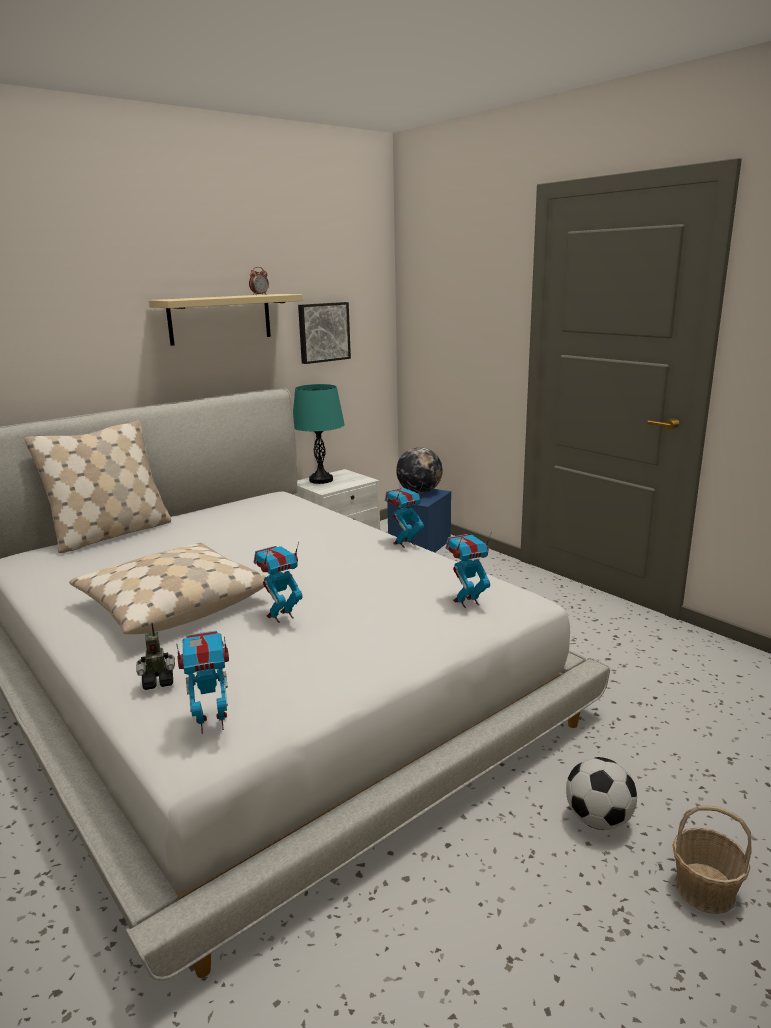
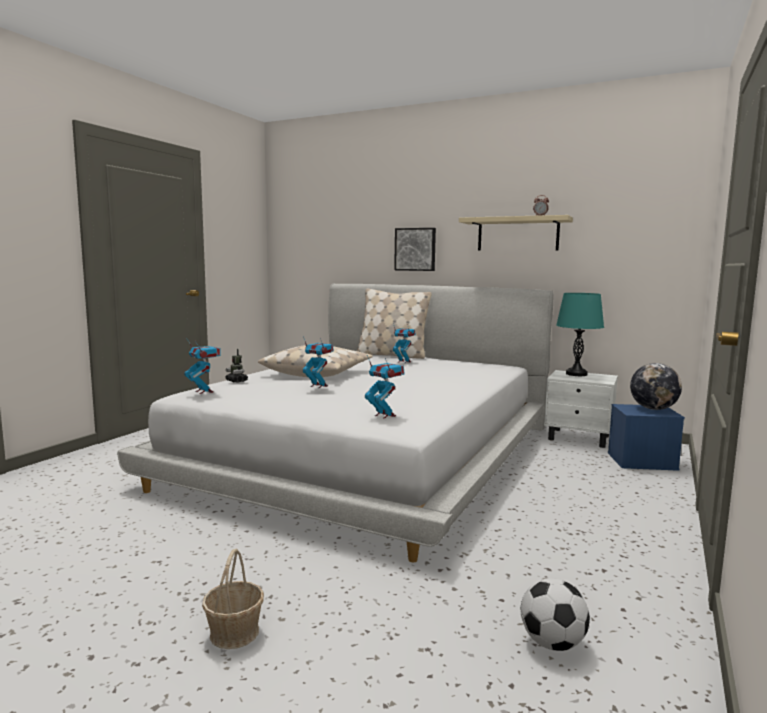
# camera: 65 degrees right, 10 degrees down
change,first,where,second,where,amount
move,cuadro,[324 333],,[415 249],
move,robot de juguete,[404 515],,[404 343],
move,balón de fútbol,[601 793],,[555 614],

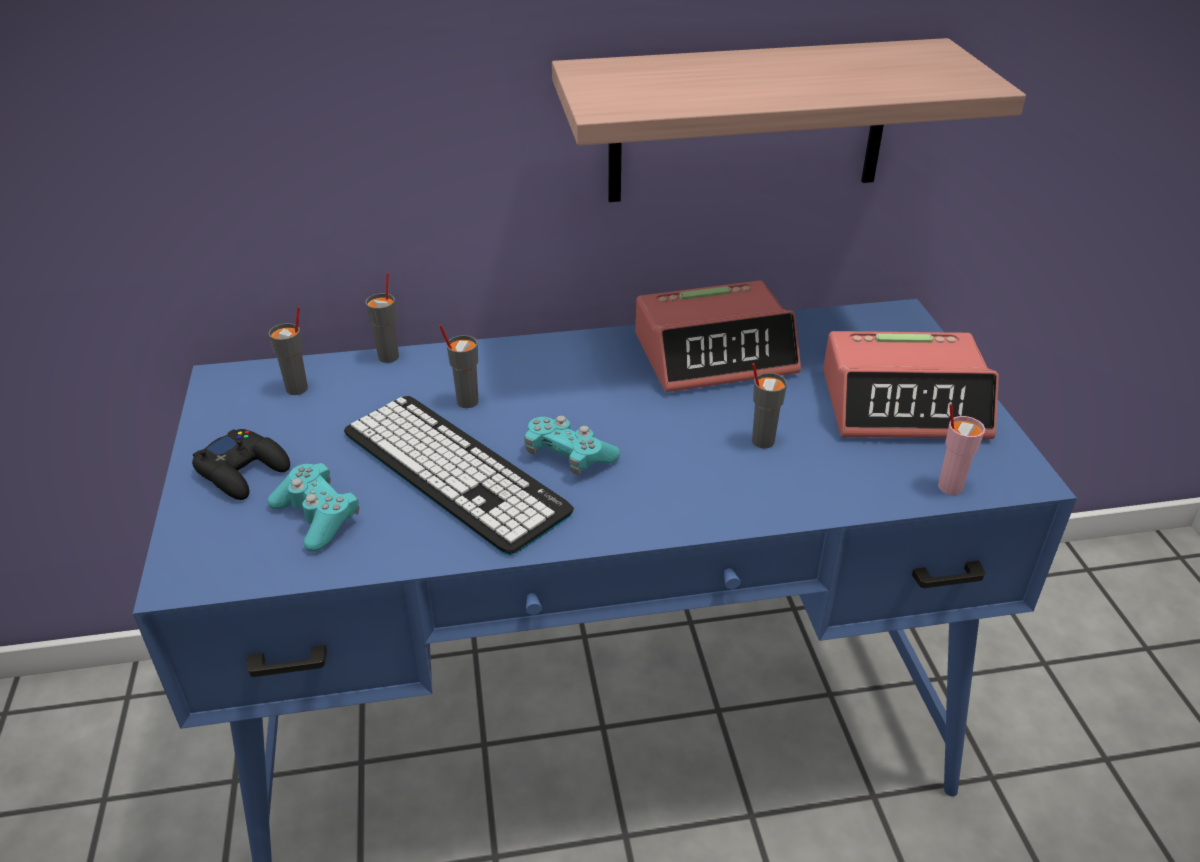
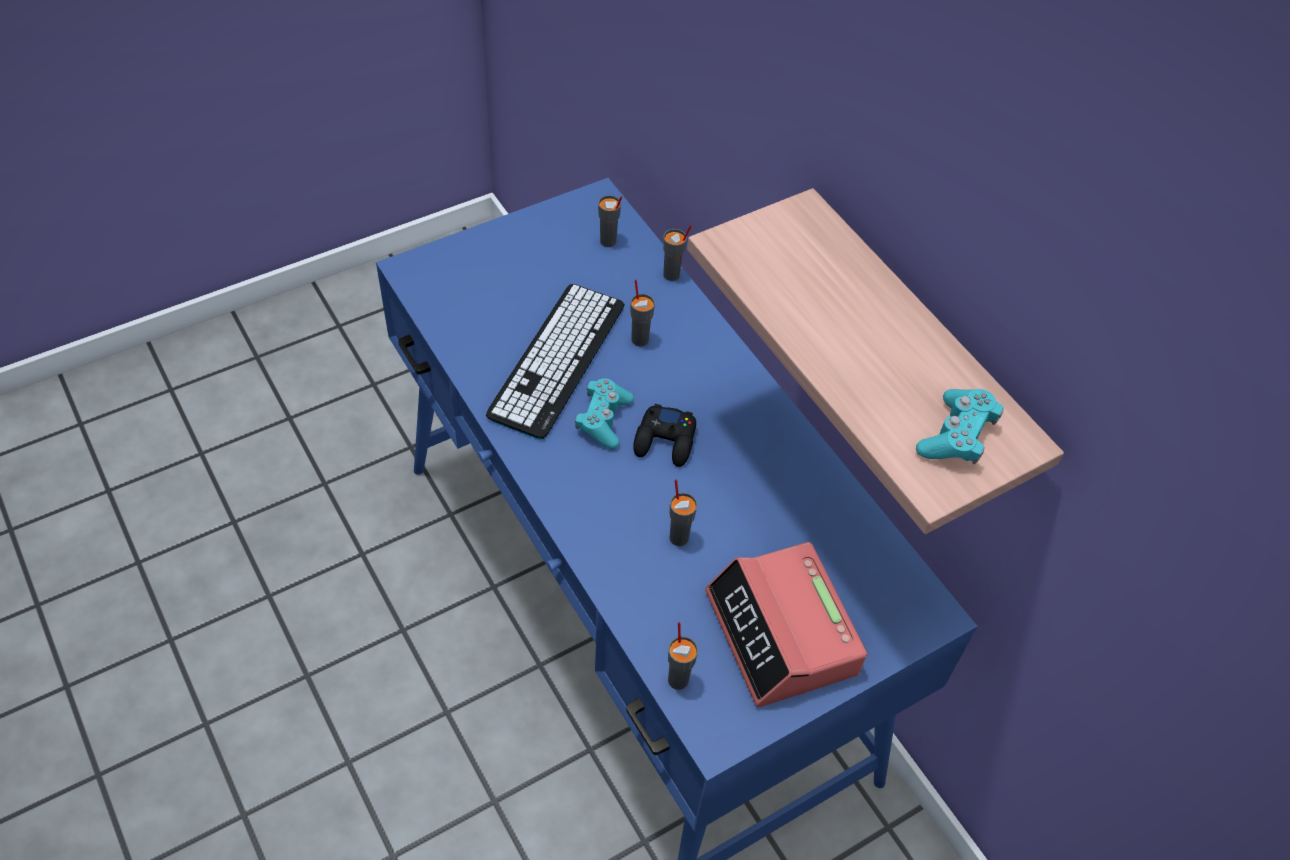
# camera: 65 degrees right, 15 degrees up
change,first,where,second,where,amount
delete,despertador,[718 336],,,
move,mando de consola (negro),[241 464],,[664 435],
move,mando de consola (turquesa),[313 507],,[960 426],
recolor,taza (rosa),[961 449],taza (gris),[683 656],

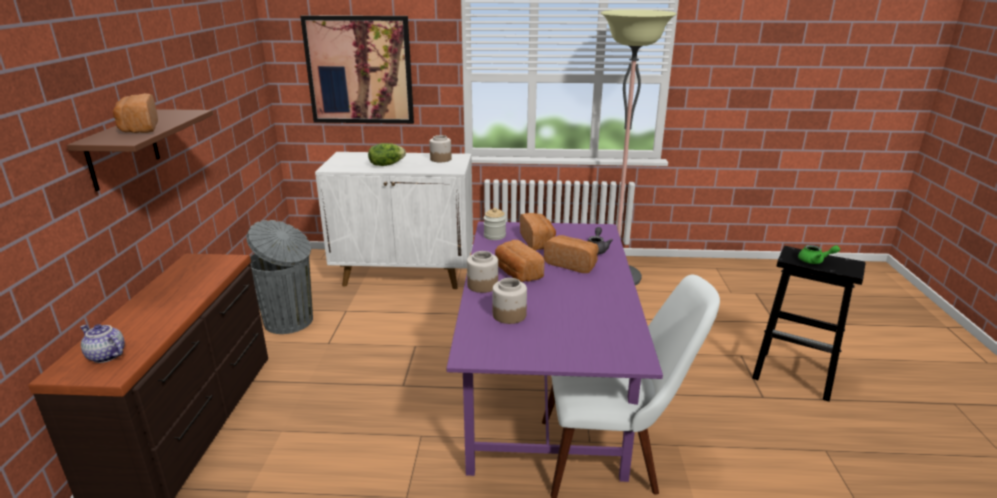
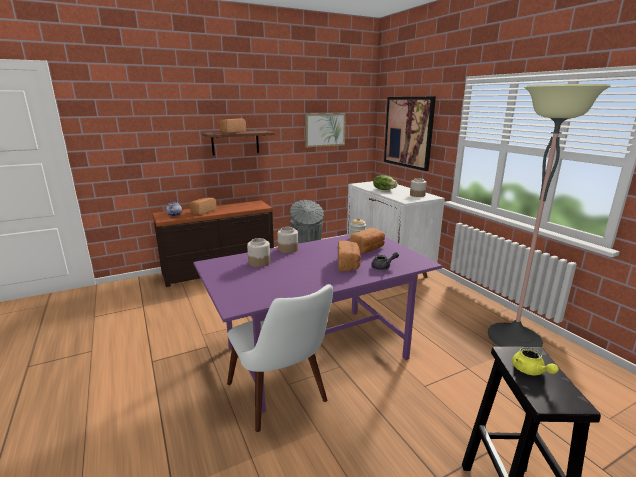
# camera: 60 degrees right, 5 degrees down
change,first,where,second,where,amount
insert,,,cuadro,[325 130],
move,pan,[520 261],,[203 206],
recolor,tetera (verde),[819 254],tetera (amarillo),[535 361],

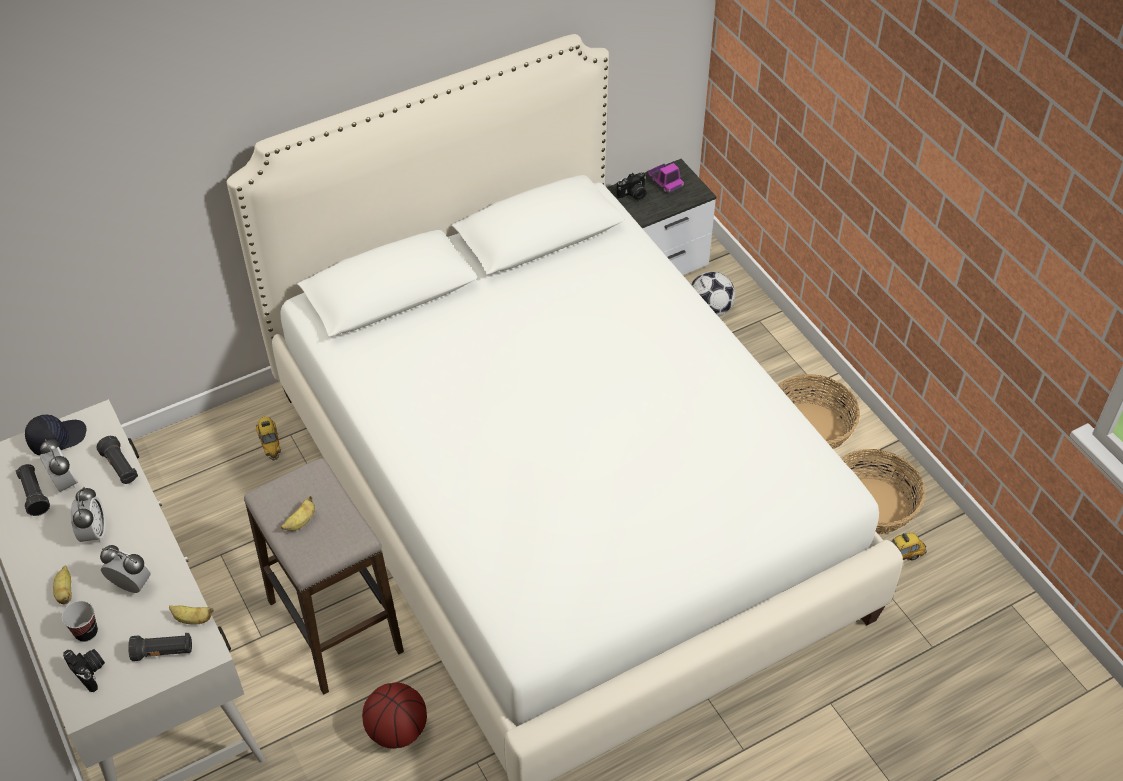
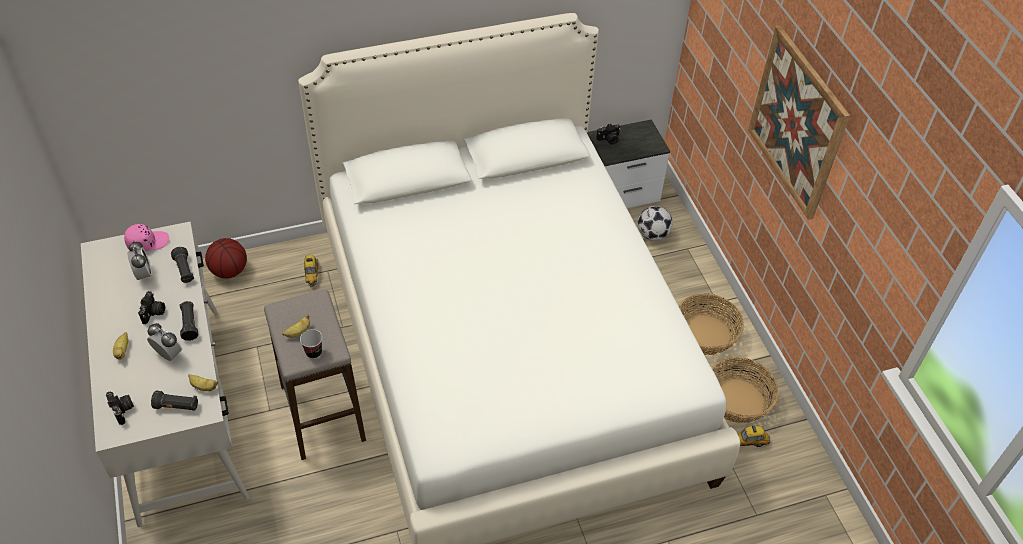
# camera: 10 degrees right, 0 degrees up
change,first,where,second,where,amount
delete,camión de juguete,[666 178],,,
insert,,,cuadro,[799 122],
move,linterna (negro),[32 490],,[188 321],
move,taza,[80 621],,[311 344],
move,balón de baloncesto,[394 715],,[226 258],
replace,despertador,[88 515],cámara,[151 307],
recolor,gorra (negro),[56 435],gorra (rosa),[146 238],

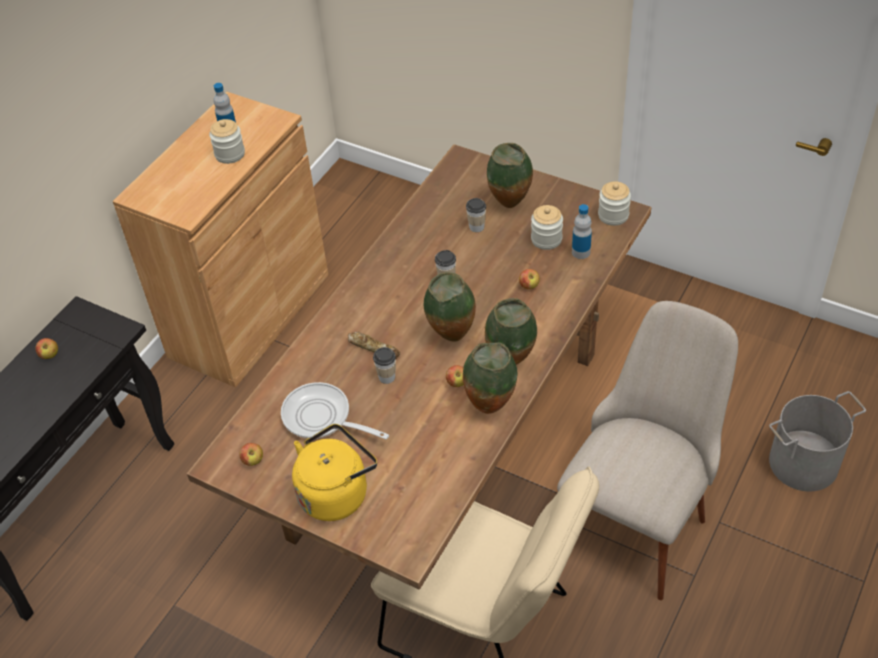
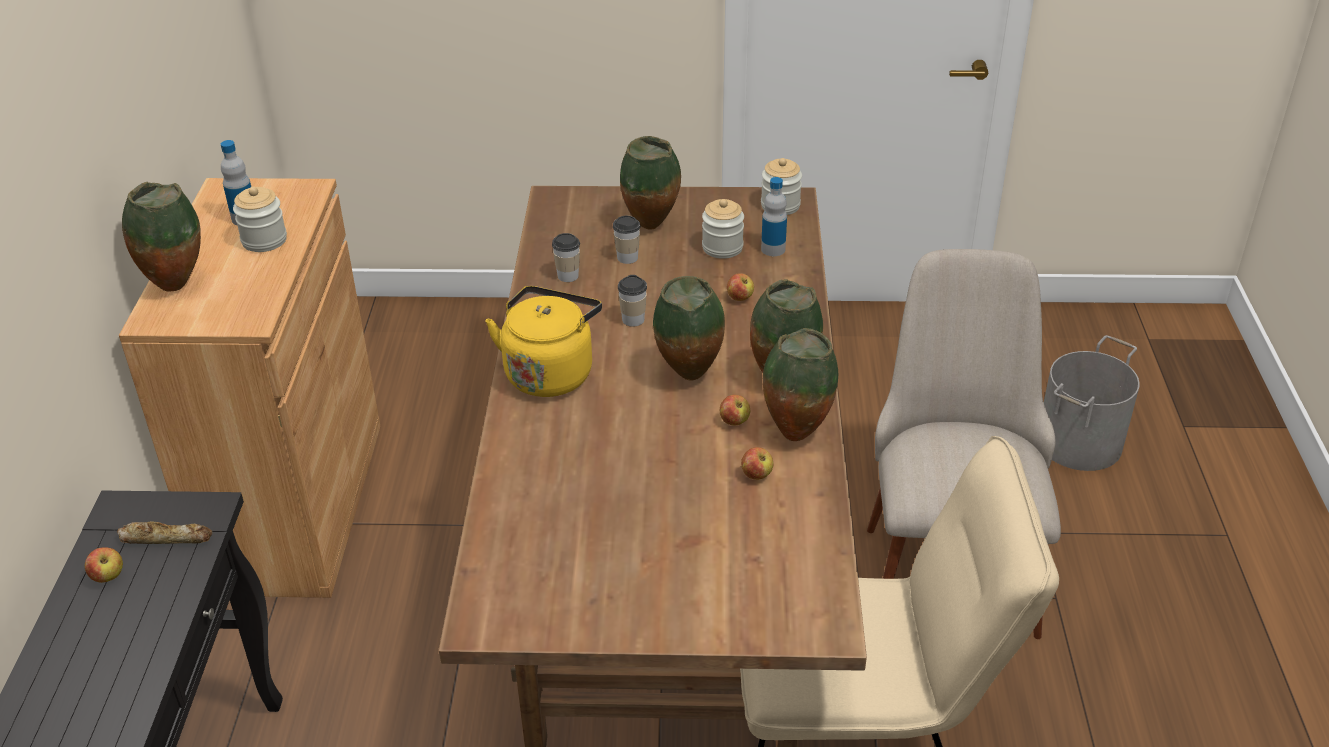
# camera: 30 degrees left, 10 degrees down
change,first,where,second,where,amount
delete,sartén,[335 410],,,
insert,,,florero,[161 237],
move,manzana,[251 454],,[757 463],
move,hervidor (amarillo),[334 472],,[543 341],
move,pan,[374 345],,[165 532],
move,taza,[384 365],,[566 257],

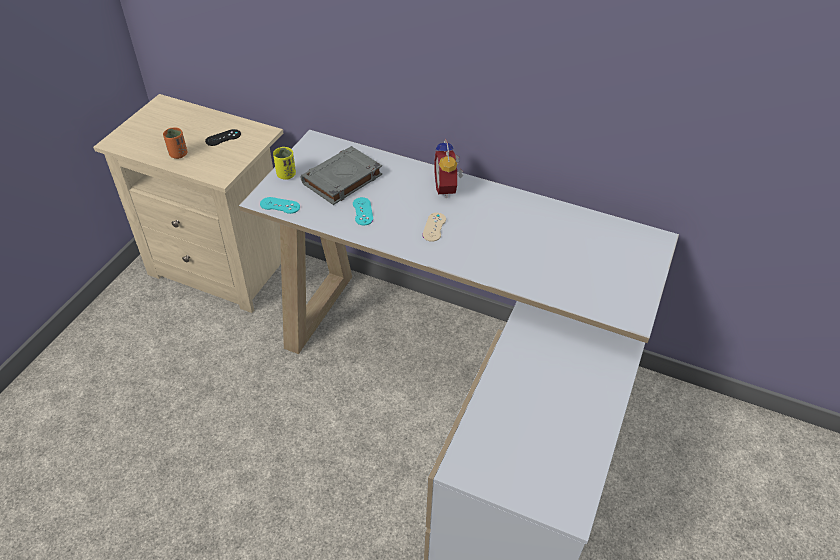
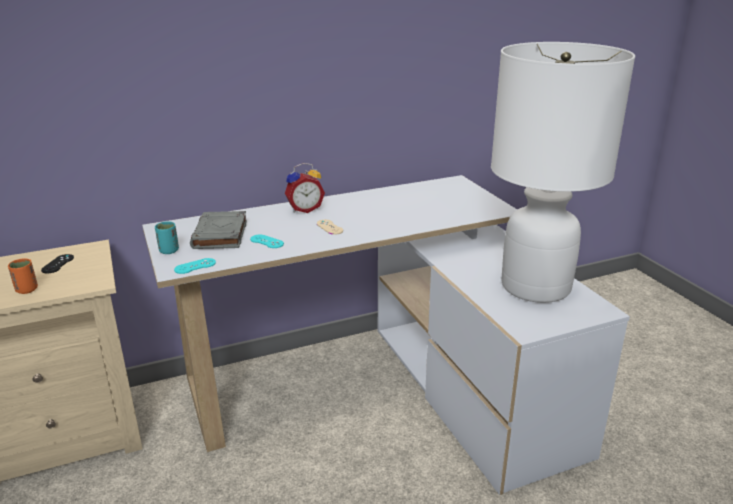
# camera: 45 degrees left, 20 degrees down
change,first,where,second,where,amount
insert,,,lámpara de mesa (blanco),[563 172],
recolor,taza (amarillo),[284 163],taza (turquesa),[167 237],
rotate,despertador,[449 168],,[305 188],60 degrees counterclockwise

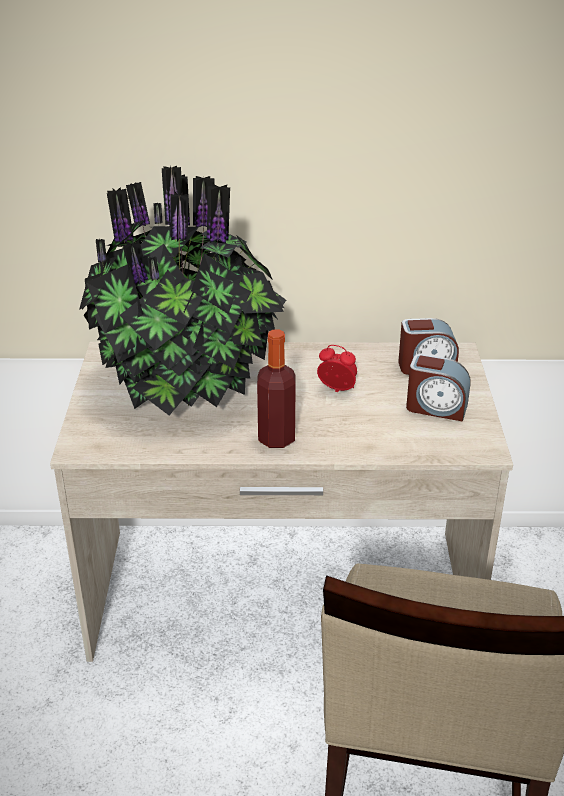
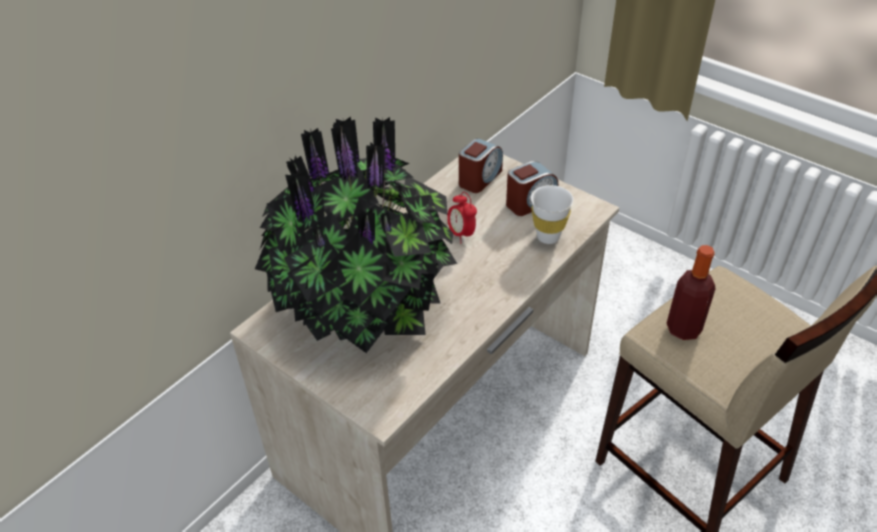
# camera: 50 degrees left, 10 degrees up
change,first,where,second,where,amount
insert,,,taza (blanco),[552 214],
move,botella,[276 388],,[691 292],
rotate,despertador,[337 368],,[462 217],90 degrees counterclockwise

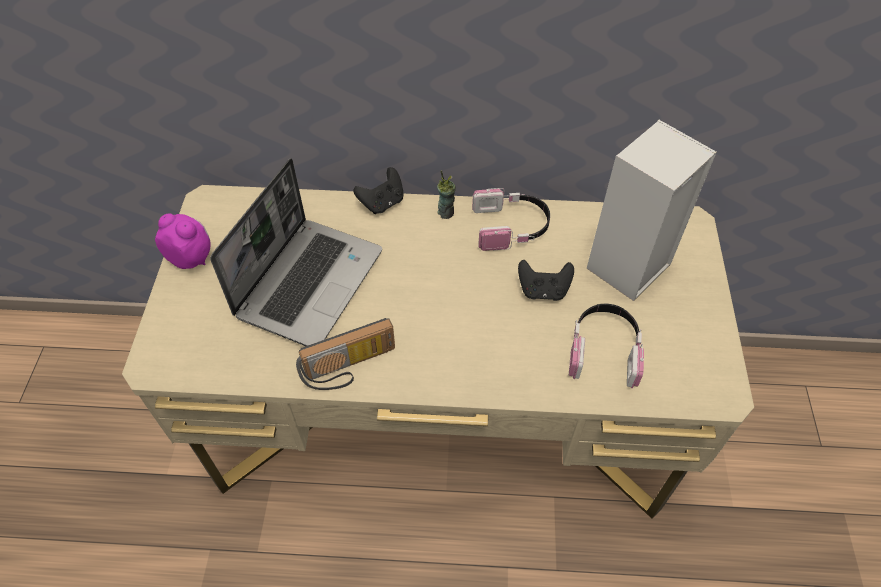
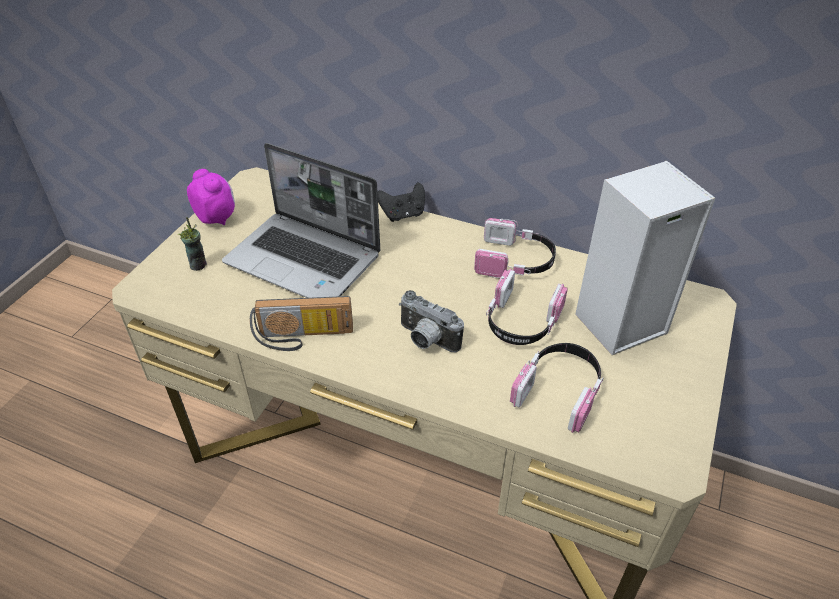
# camera: 20 degrees right, 10 degrees down
change,first,where,second,where,amount
insert,,,cámara,[431 321],
move,taza,[446 195],,[192 244],
replace,mando de consola (negro),[546 280],auriculares,[527 307],
rotate,portátil,[296 252],,[301 220],75 degrees clockwise

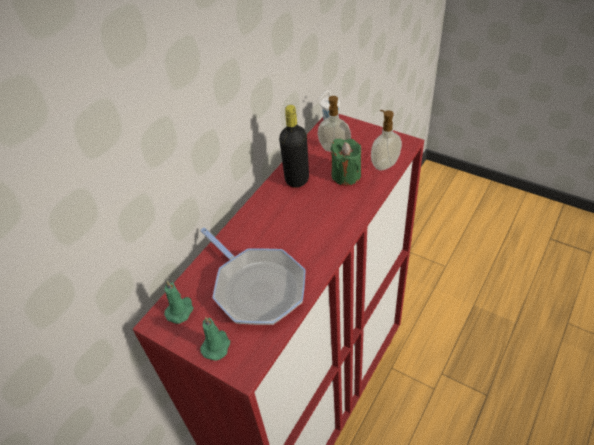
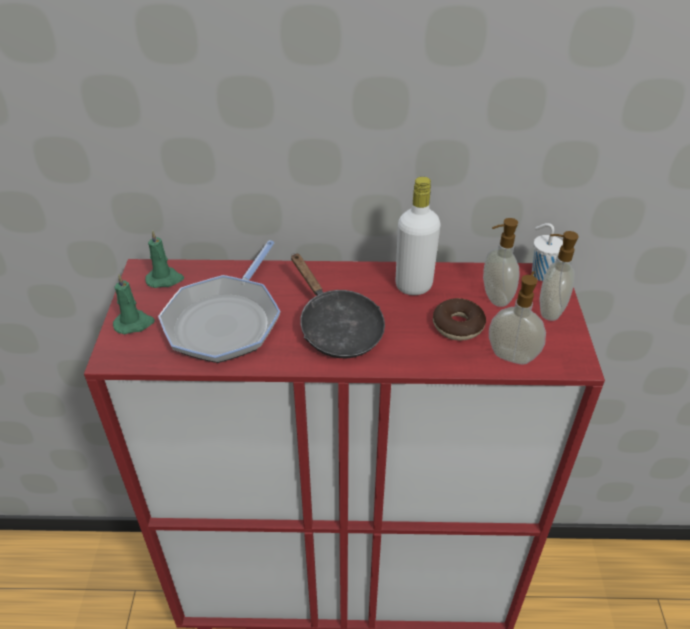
# camera: 55 degrees right, 5 degrees down
change,first,where,second,where,amount
insert,,,sartén (negro),[338 305],
insert,,,dispensador de jabón,[559 276],
replace,vela (verde),[346 162],rosquilla,[459 319],
recolor,botella (negro),[294 146],botella (blanco),[417 236],

